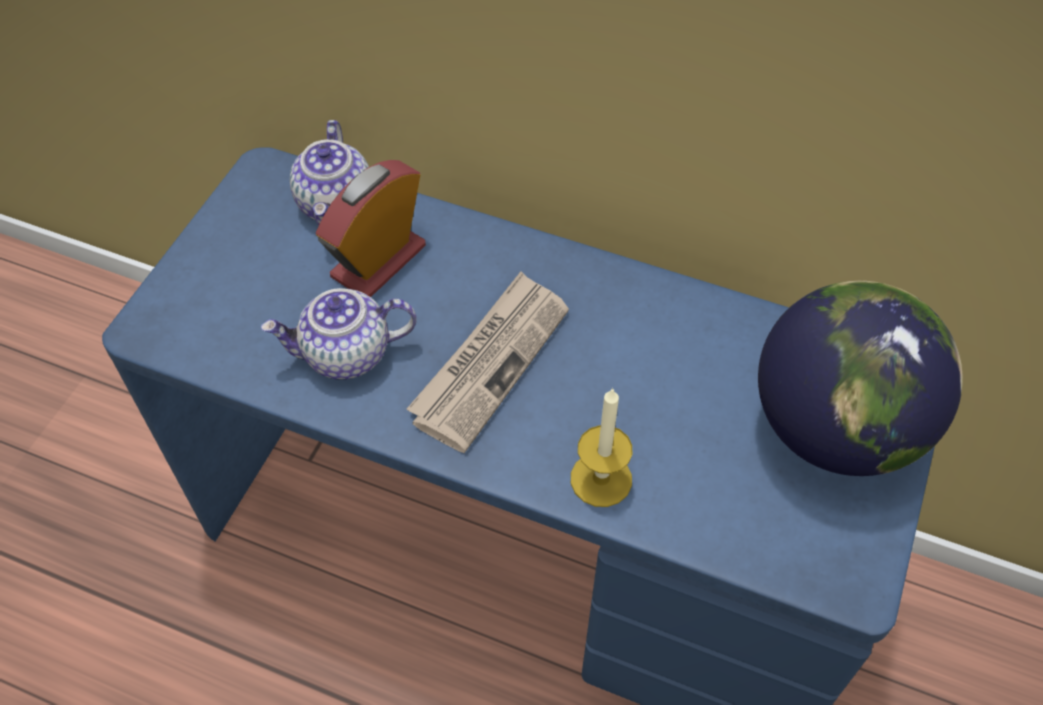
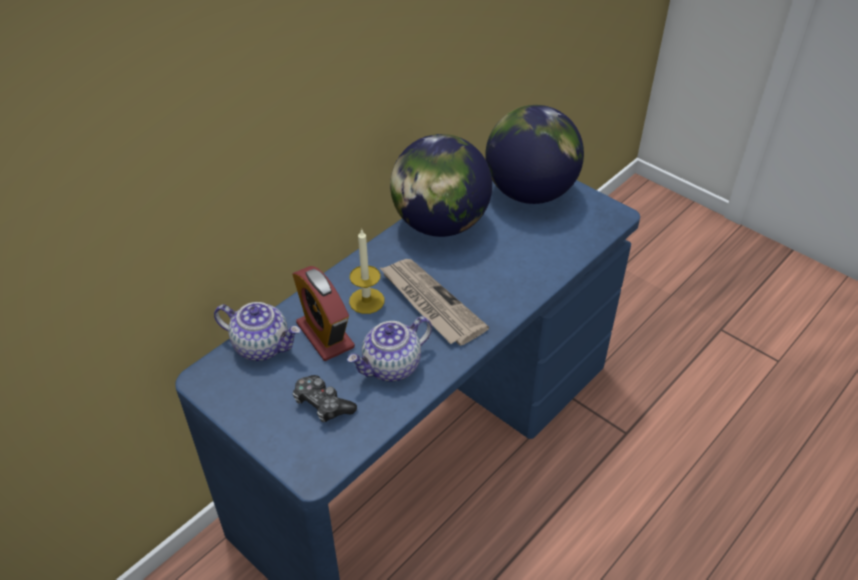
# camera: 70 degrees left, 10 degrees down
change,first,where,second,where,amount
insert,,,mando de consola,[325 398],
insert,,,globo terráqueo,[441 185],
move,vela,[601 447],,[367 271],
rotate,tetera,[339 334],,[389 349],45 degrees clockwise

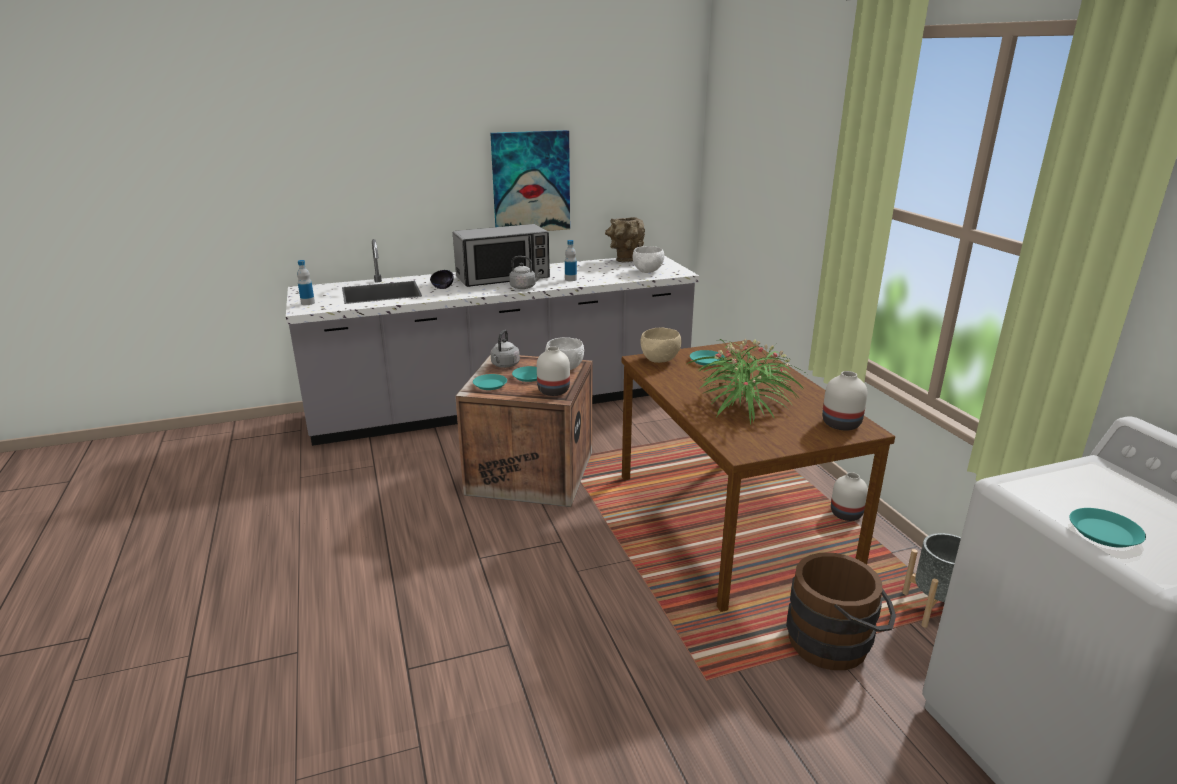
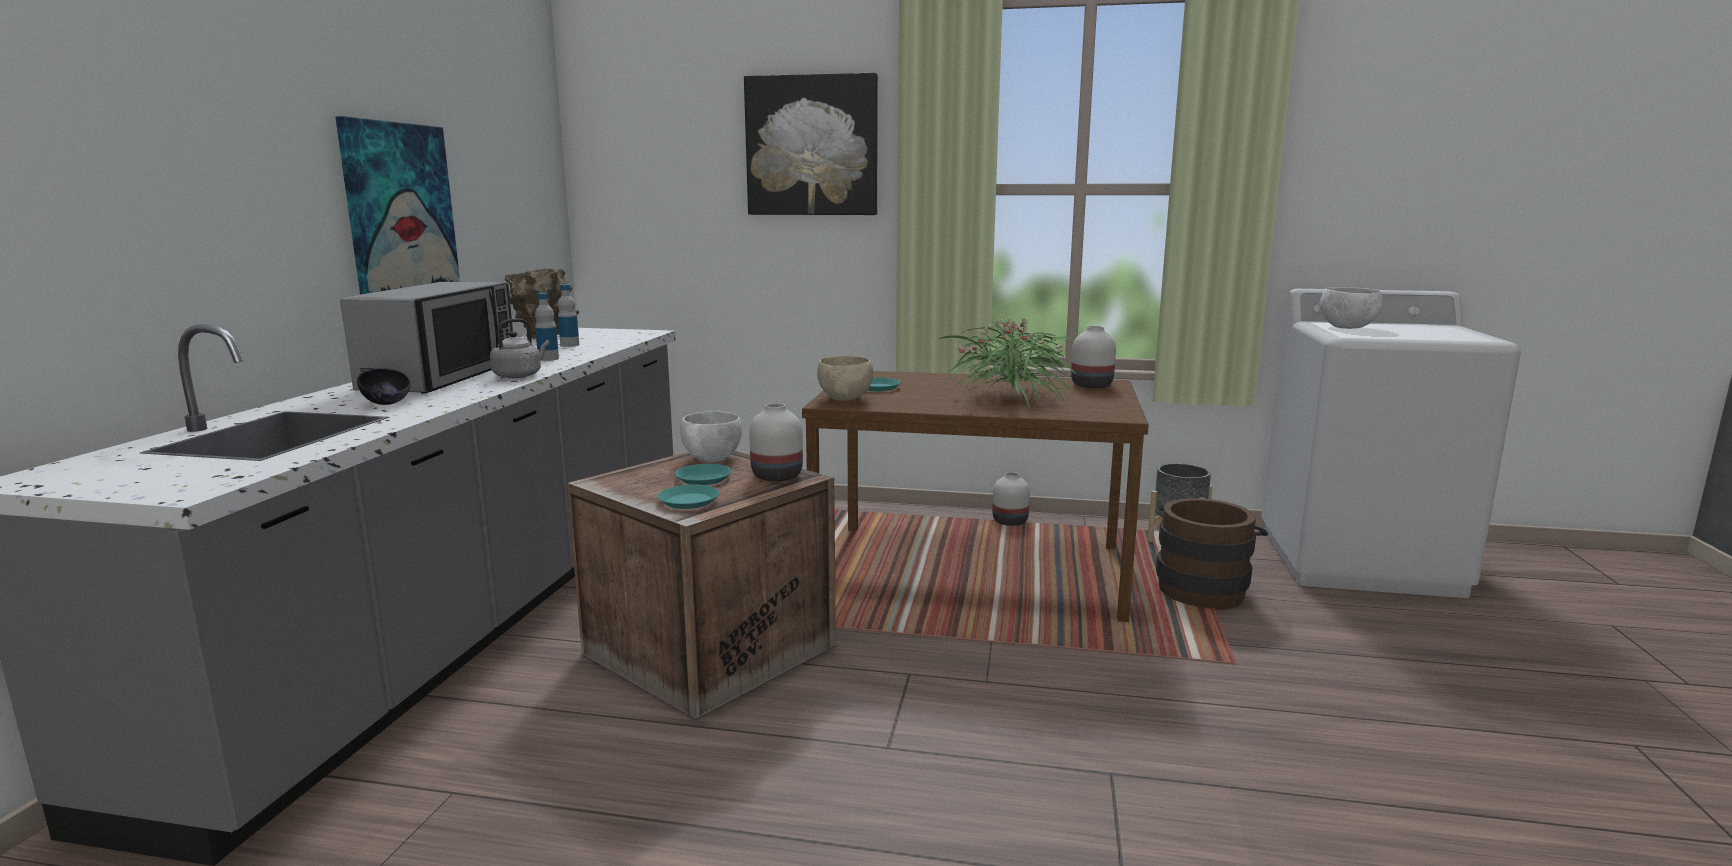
# camera: 60 degrees left, 10 degrees down
change,first,where,second,where,amount
delete,hervidor (gris),[505 349],,,
delete,plato (turquesa),[1107 528],,,
insert,,,cuadro,[811 144],
move,botella,[306 282],,[568 315],
move,cuenco (blanco),[648 259],,[1351 308],

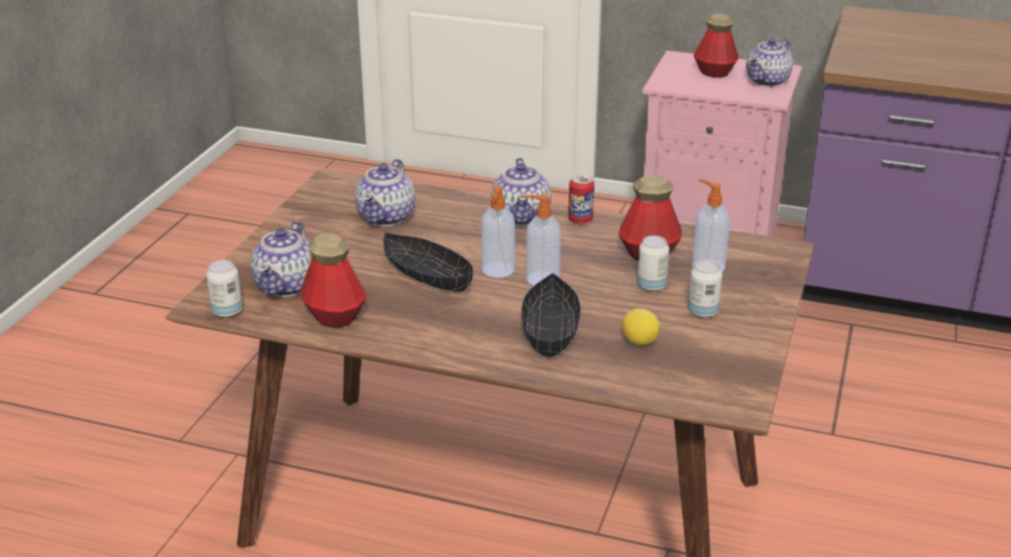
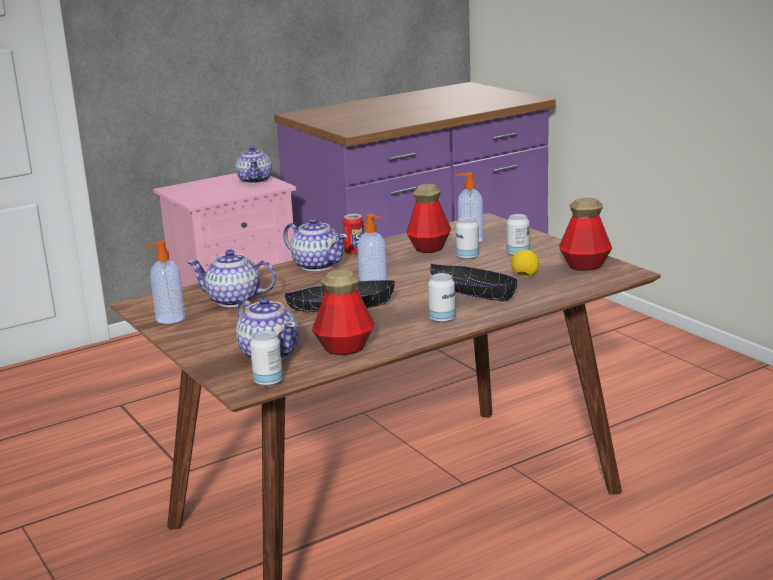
# camera: 50 degrees left, 10 degrees down
change,first,where,second,where,amount
insert,,,lata,[441 298],
move,dispensador de jabón,[542 240],,[165 282],
move,botella,[716 46],,[585 234],
rotate,tetera,[385 192],,[231 278],135 degrees clockwise

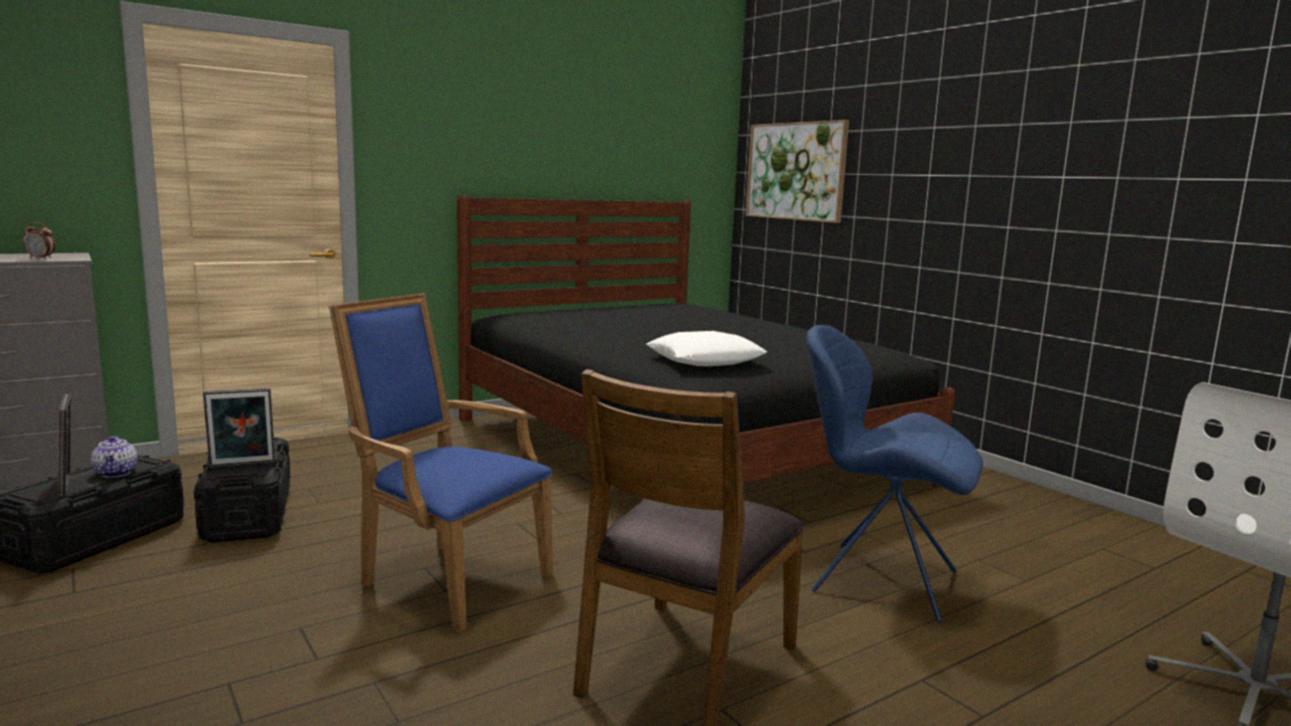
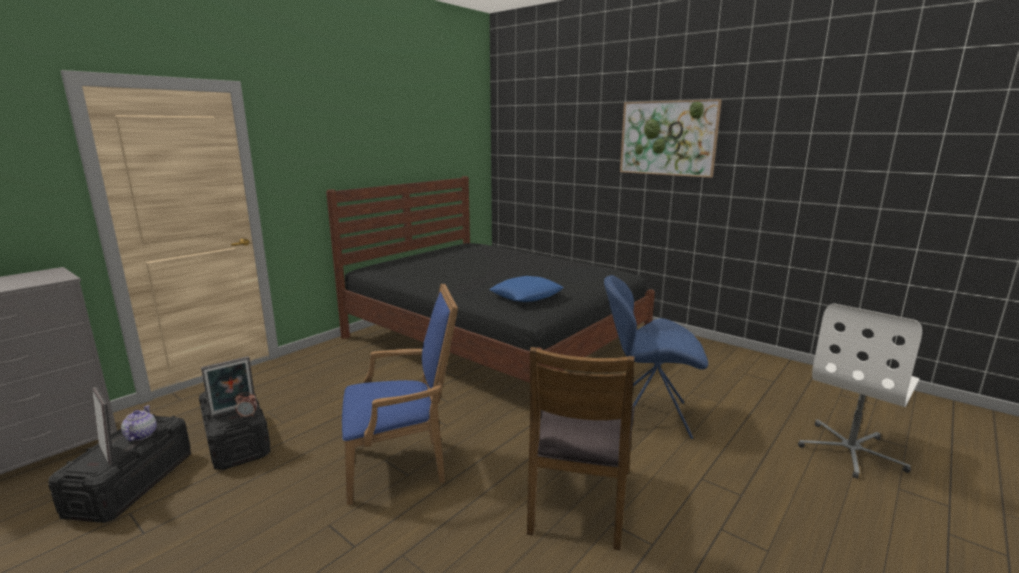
# camera: 15 degrees left, 5 degrees up
change,first,where,second,where,amount
move,despertador,[39 240],,[246 405],
move,cuadro,[797 171],,[671 138],
recolor,cojín (blanco),[707 348],cojín (azul),[526 289],
rotate,tetera,[114 457],,[139 423],150 degrees counterclockwise
rotate,sillón (azul),[441 463],,[400 394],150 degrees clockwise

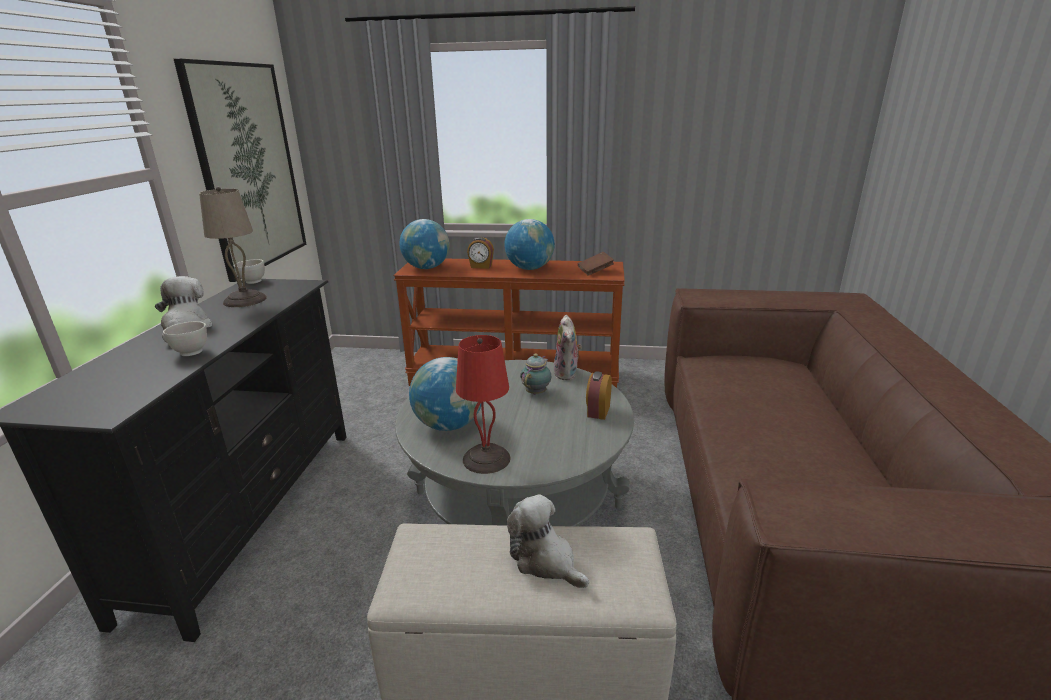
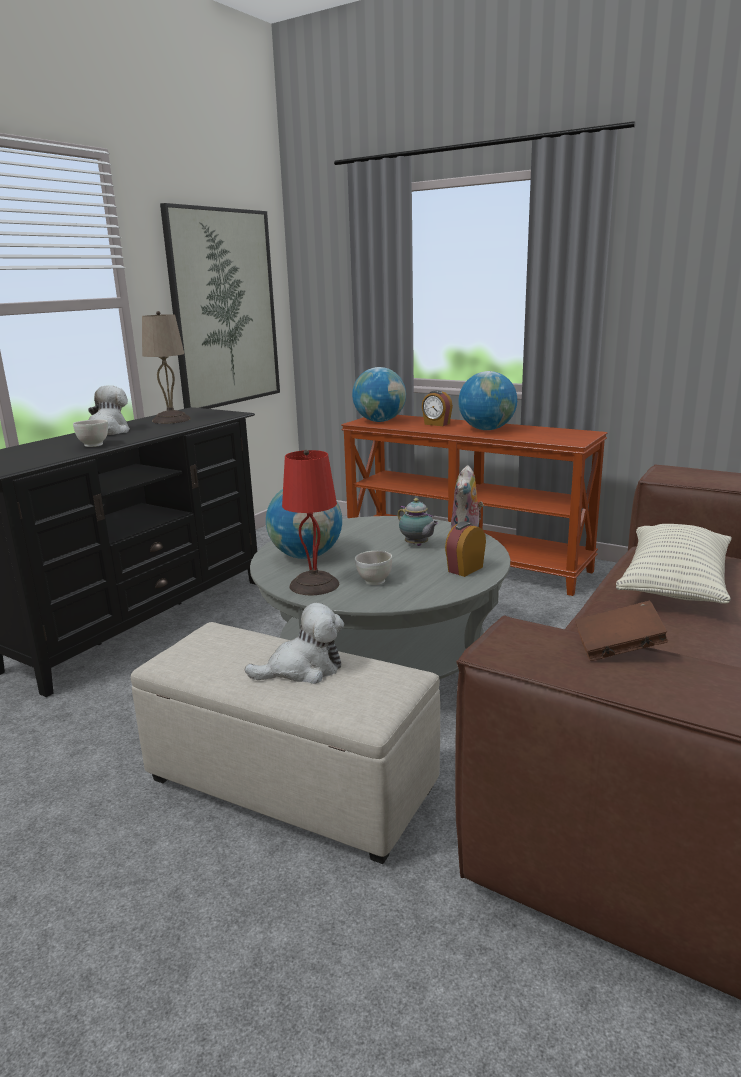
# camera: 25 degrees right, 5 degrees down
change,first,where,second,where,amount
insert,,,cojín,[674 564],
move,cuenco (blanco),[249 271],,[373 568],
move,libro (marrón),[596 264],,[622 631],
rotate,peluche,[548 541],,[294 643],90 degrees clockwise
rotate,tetera,[536 374],,[418 522],90 degrees clockwise

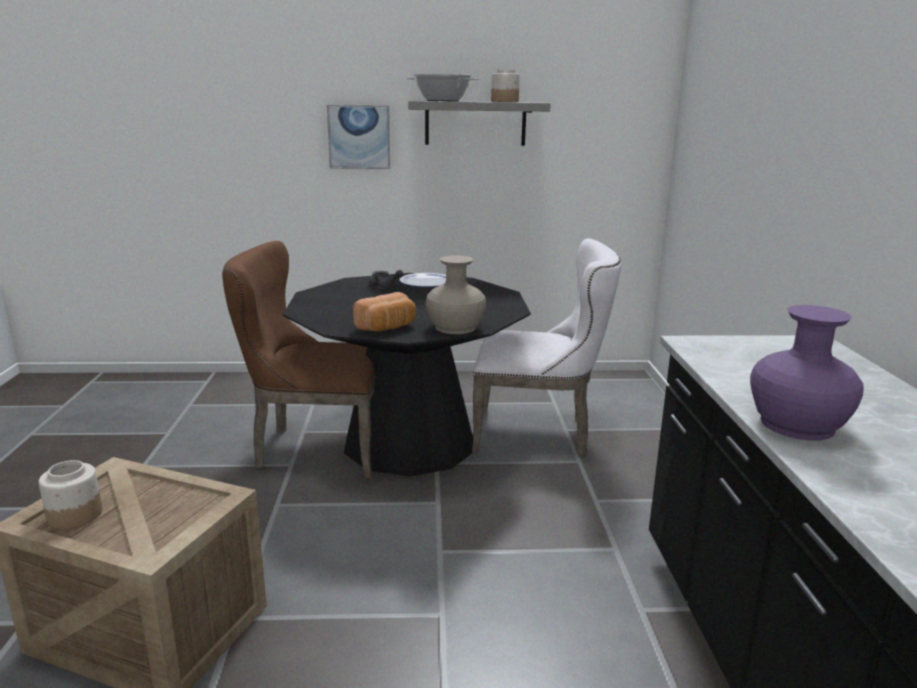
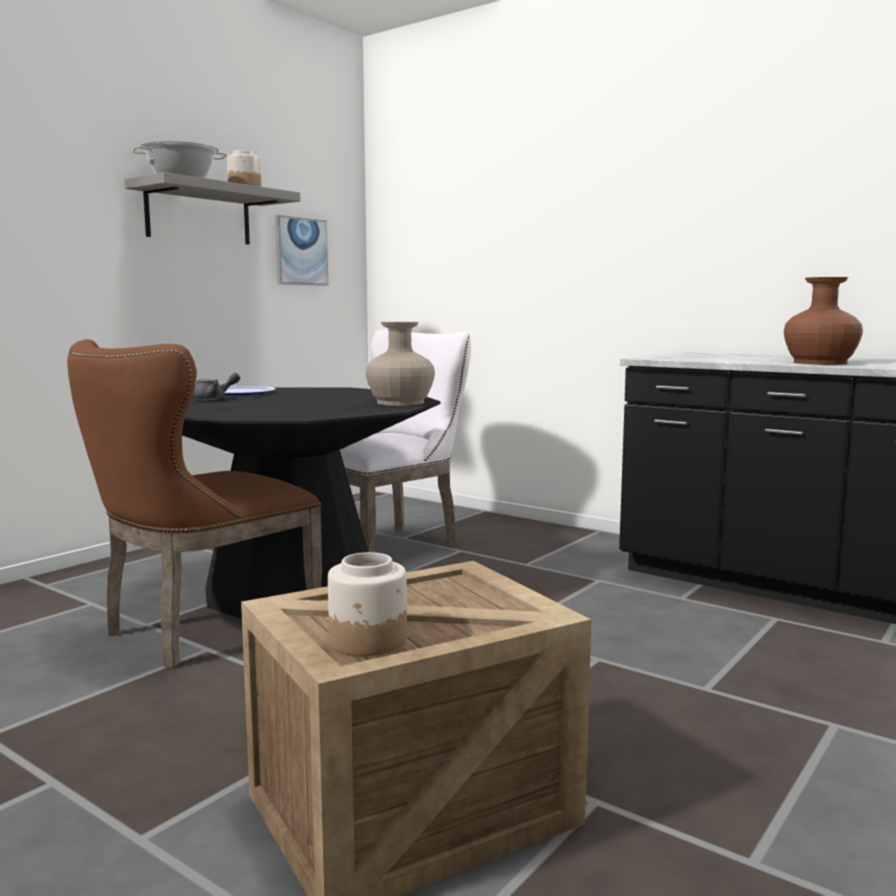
# camera: 50 degrees left, 10 degrees down
change,first,where,second,where,amount
delete,pan,[384 311],,,
move,cuadro,[358 137],,[301 250],
recolor,florero (morado),[807 373],florero (marrón),[823 321],

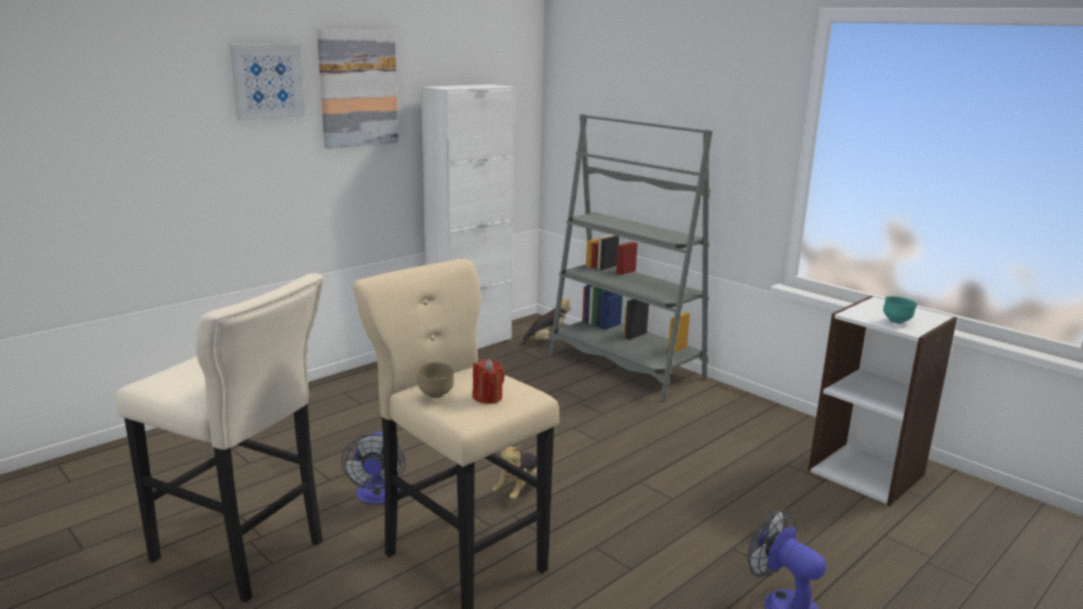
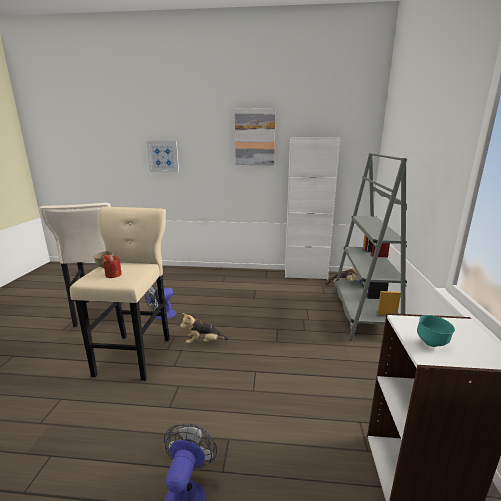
# camera: 50 degrees right, 0 degrees up
change,first,where,second,where,amount
move,cuadro,[267 83],,[163 156],

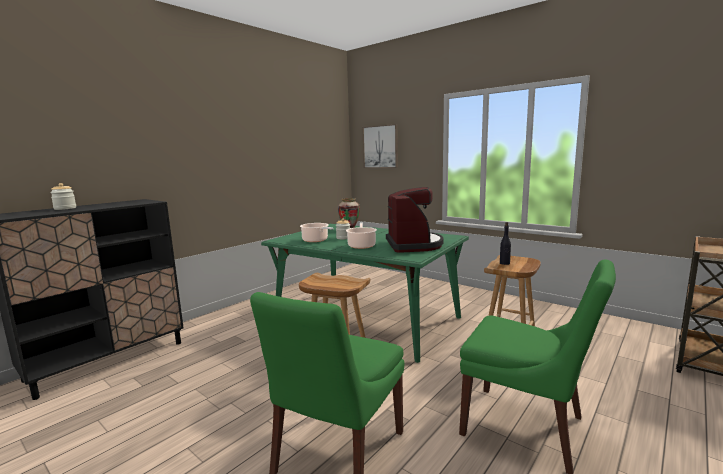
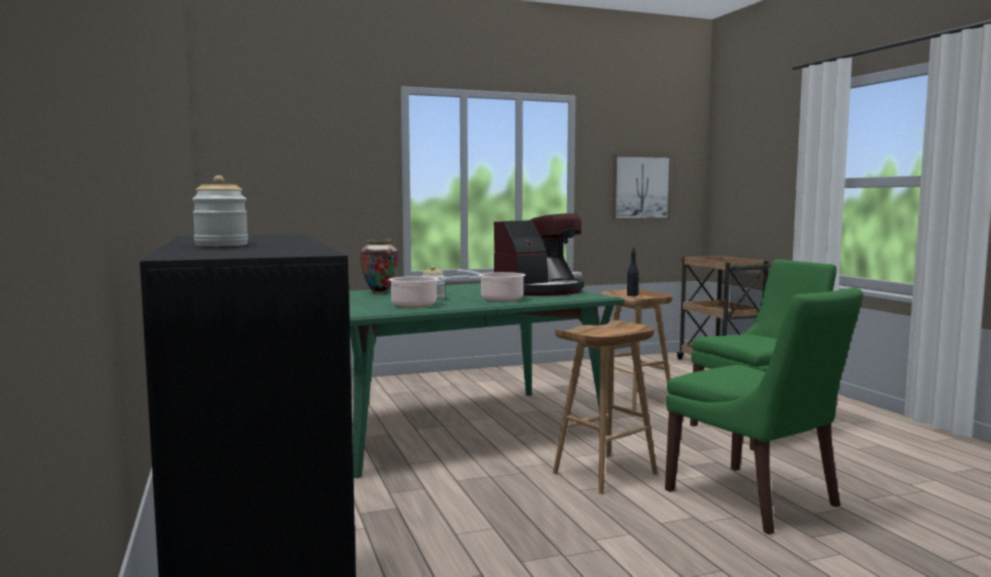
# camera: 60 degrees left, 5 degrees down
change,first,where,second,where,amount
move,cuadro,[380 146],,[641 187],
rotate,cafetera,[415 220],,[539 254],120 degrees clockwise

